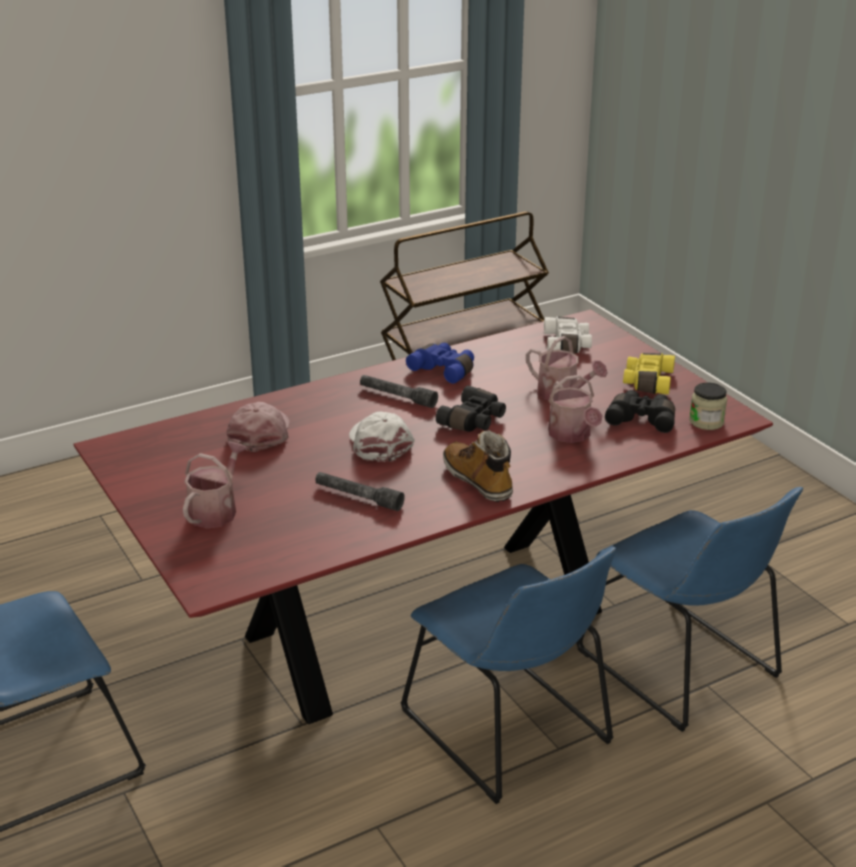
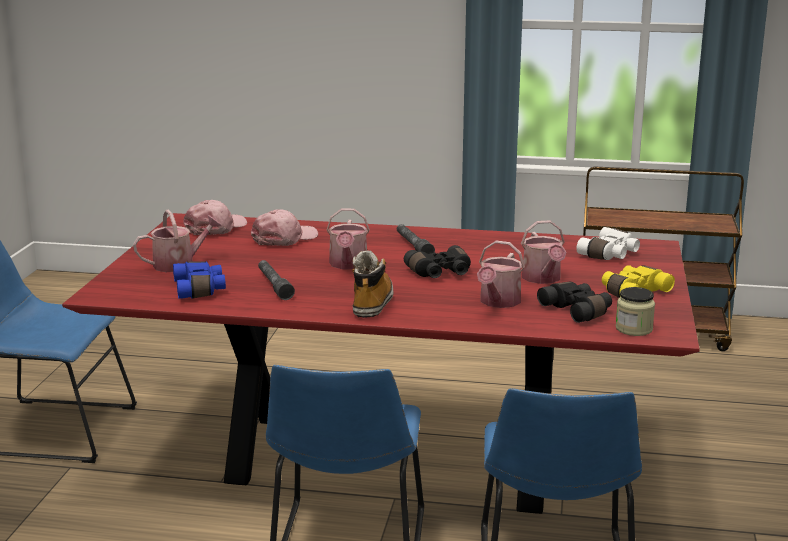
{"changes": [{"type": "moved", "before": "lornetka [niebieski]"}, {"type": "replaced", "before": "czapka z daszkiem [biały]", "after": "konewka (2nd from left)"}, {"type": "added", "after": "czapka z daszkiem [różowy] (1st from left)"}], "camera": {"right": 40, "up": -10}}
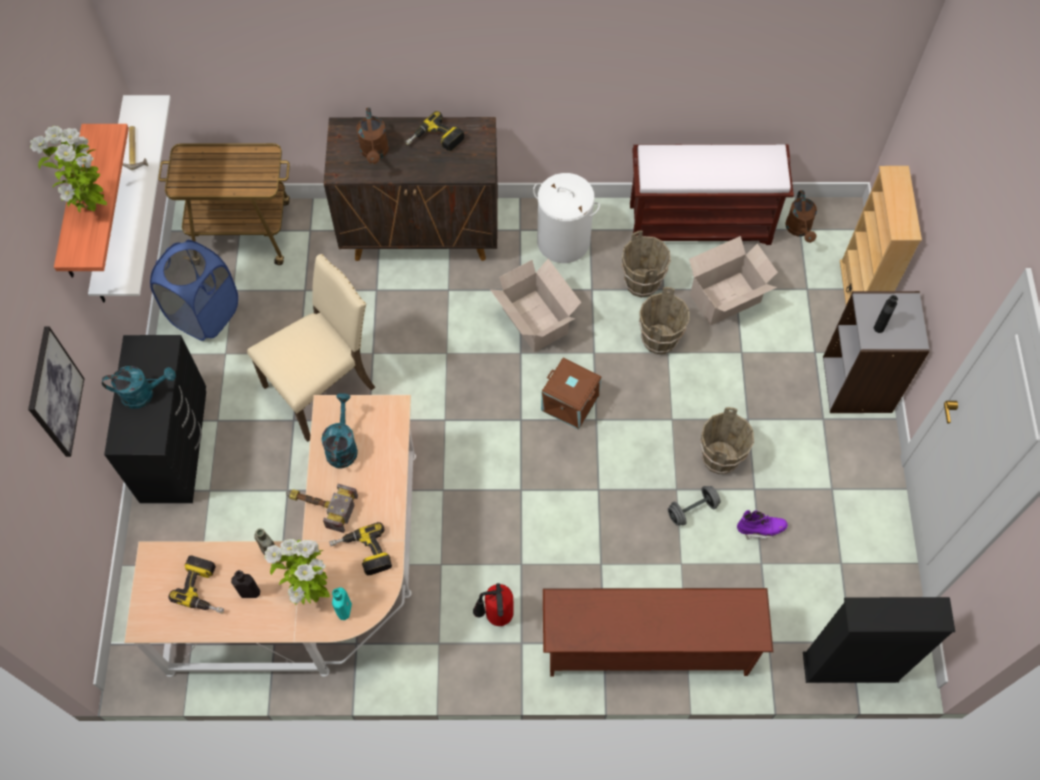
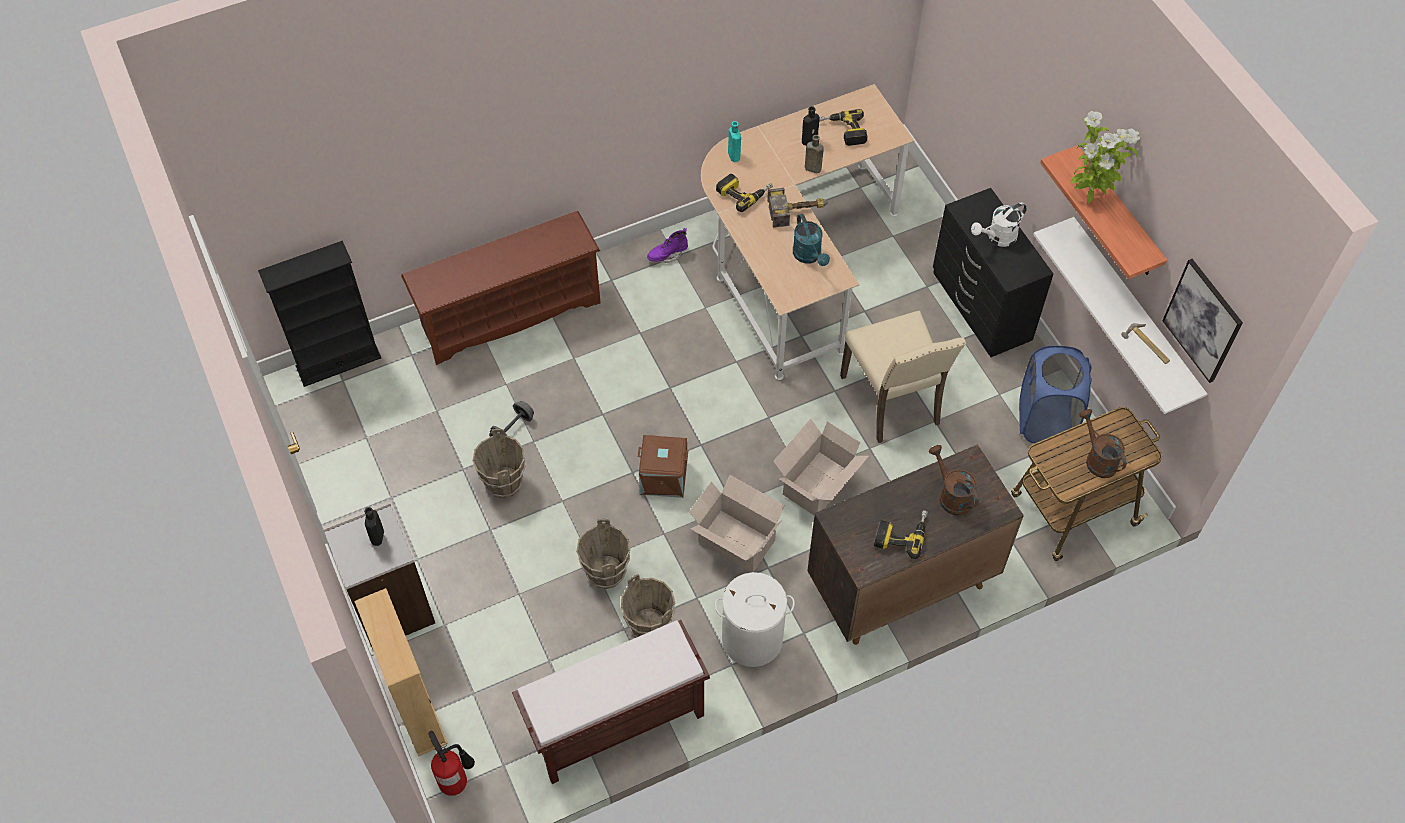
{"changes": [{"type": "moved", "before": "konewka [brązowy] (2nd from left)"}, {"type": "moved", "before": "karton (2nd from left)"}, {"type": "turned", "before": "krzesło [beżowy]", "turn": -45}, {"type": "moved", "before": "obraz"}, {"type": "recoloured", "before": "konewka [turkusowy] (1st from left)", "after": "konewka [biały]"}, {"type": "moved", "before": "but z cholewką [fioletowy]"}, {"type": "removed", "before": "roślina doniczkowa (2nd from left)"}, {"type": "moved", "before": "gaśnica"}], "camera": {"right": 155, "up": -5}}
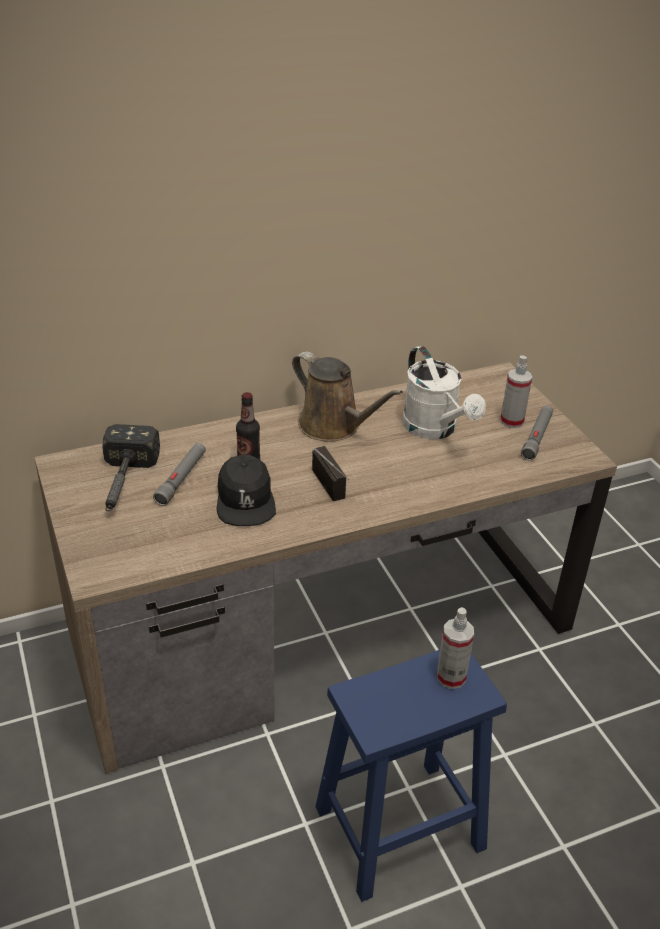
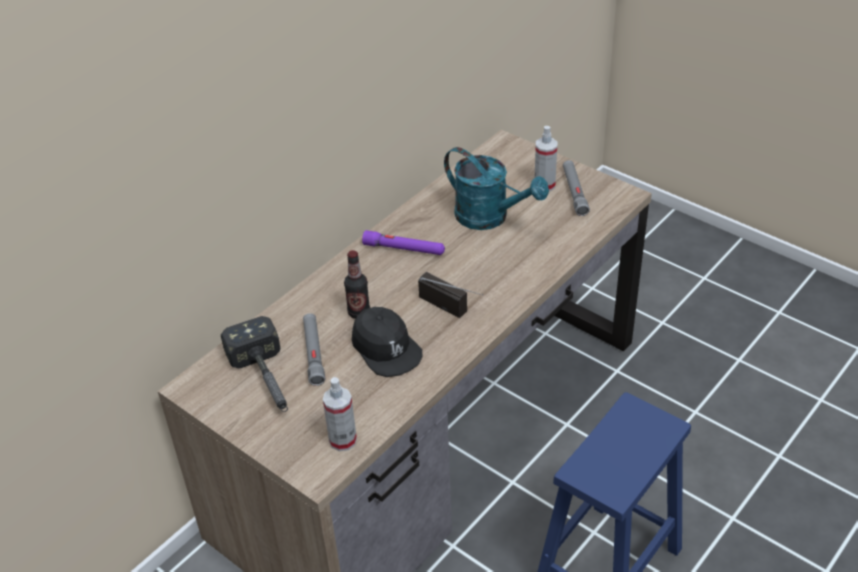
{"changes": [{"type": "recoloured", "before": "konewka [biały]", "after": "konewka [turkusowy]"}, {"type": "replaced", "before": "konewka [brązowy]", "after": "latarka [fioletowy]"}, {"type": "moved", "before": "spryskiwacz (1st from left)"}], "camera": {"right": -25, "up": 5}}
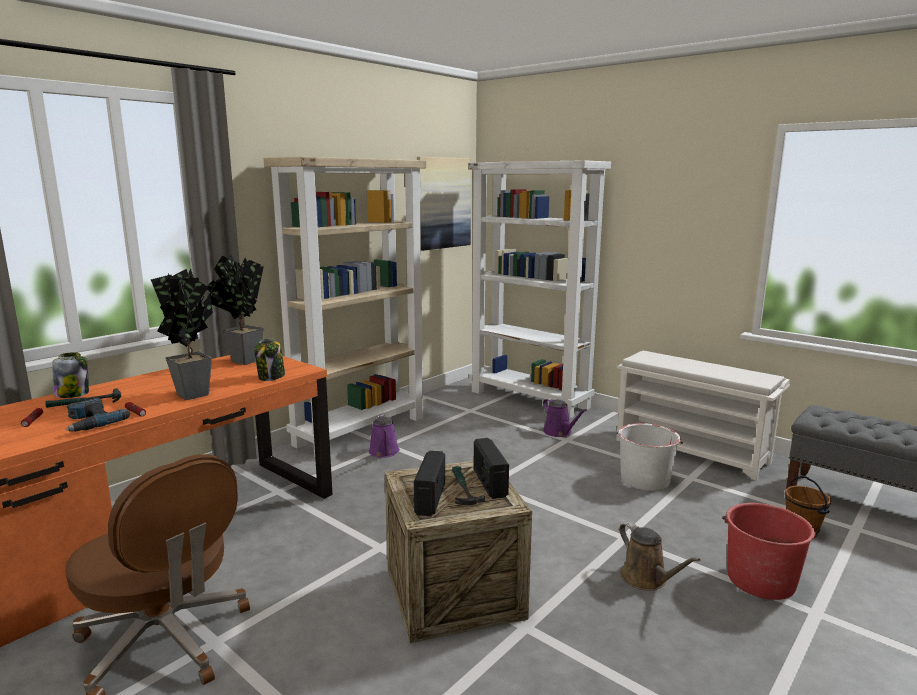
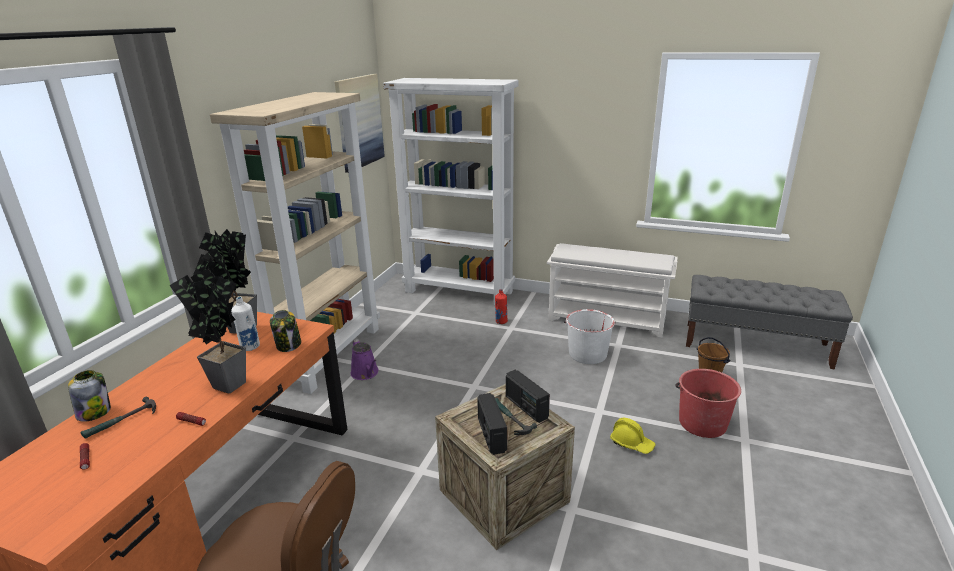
{"changes": [{"type": "removed", "before": "wiertarka"}, {"type": "replaced", "before": "konewka [fioletowy] (2nd from left)", "after": "butelka [czerwony]"}, {"type": "replaced", "before": "konewka [brązowy]", "after": "kask [żółty]"}, {"type": "added", "after": "butelka [biały]"}], "camera": {"right": -20, "up": 10}}
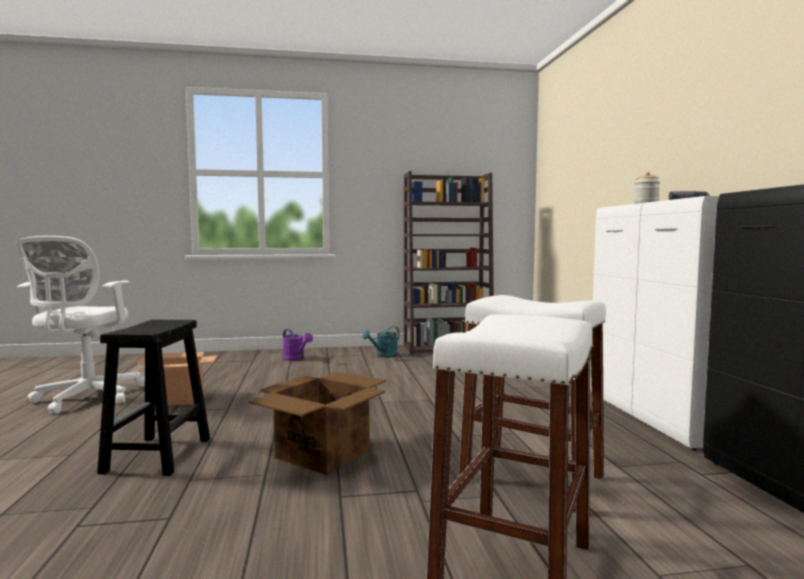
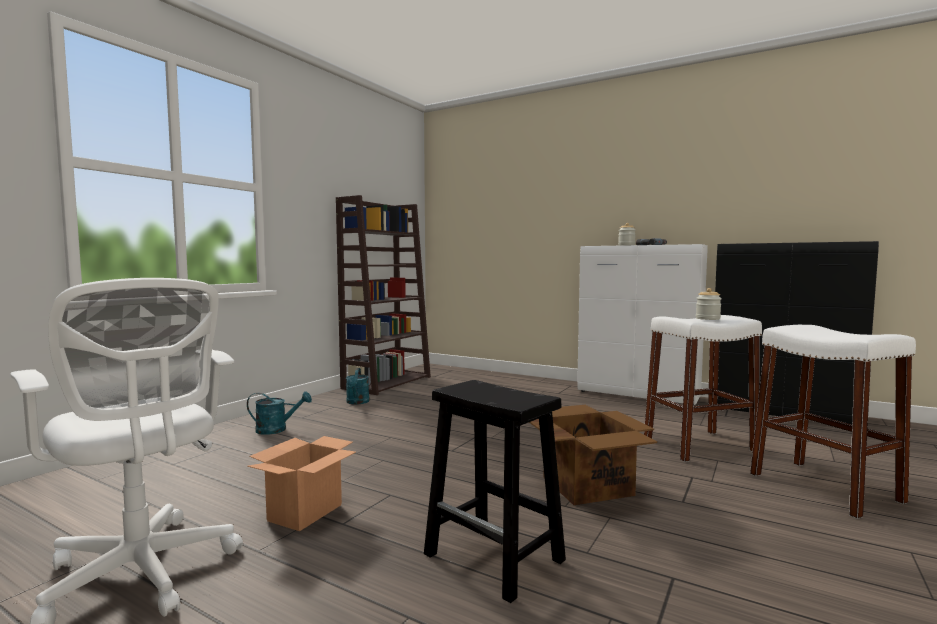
{"changes": [{"type": "recoloured", "before": "konewka [fioletowy]", "after": "konewka [turkusowy] (1st from left)"}, {"type": "added", "after": "słoik (2nd from left)"}], "camera": {"right": -50, "up": 0}}
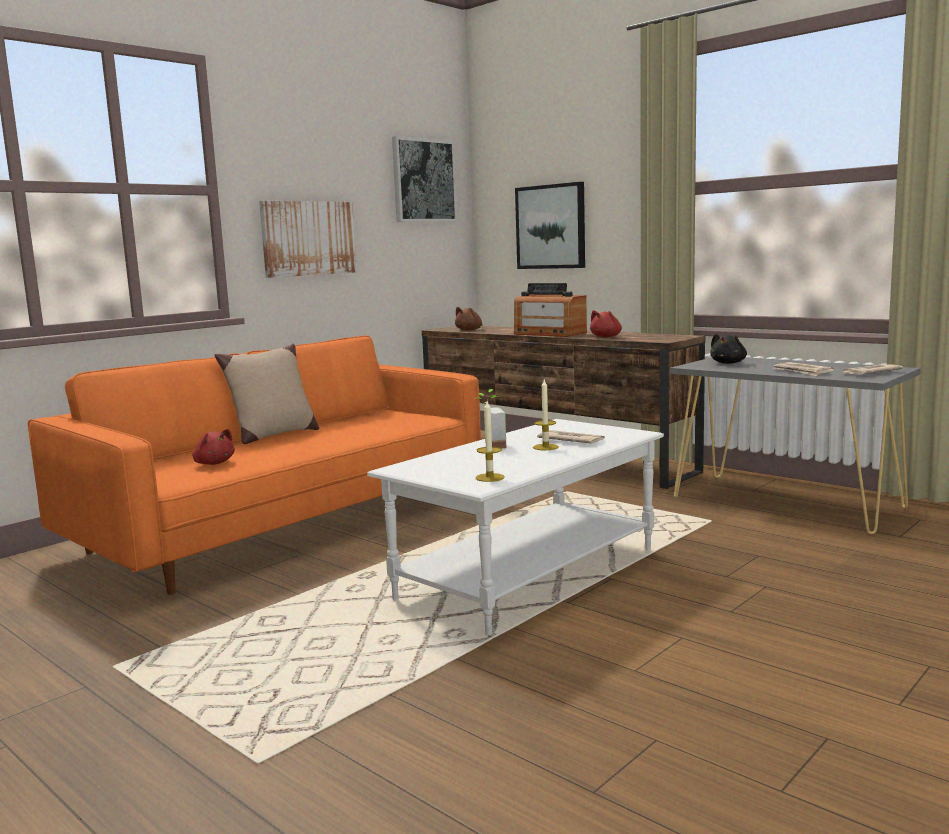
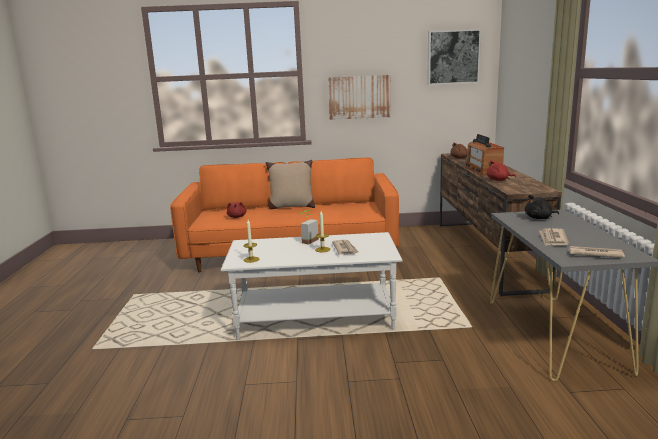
{"changes": [{"type": "removed", "before": "obraz (3rd from left)"}], "camera": {"right": 45, "up": 5}}
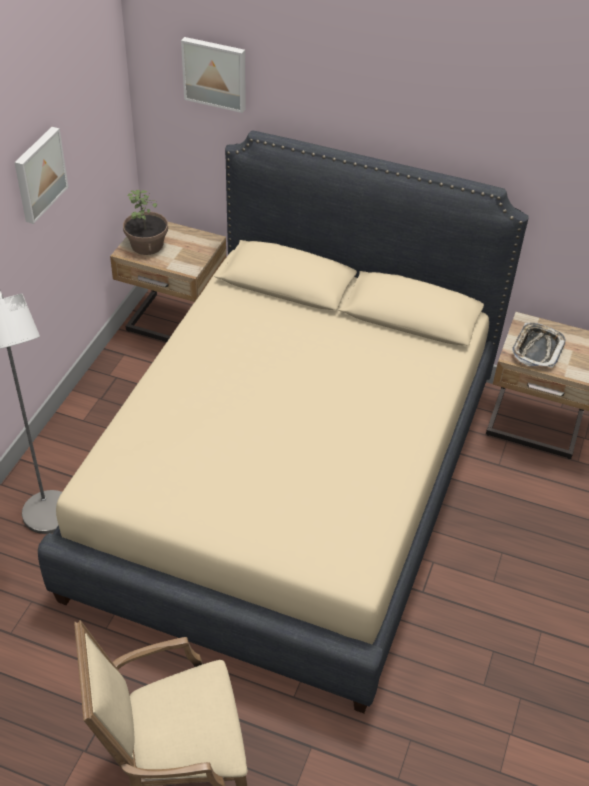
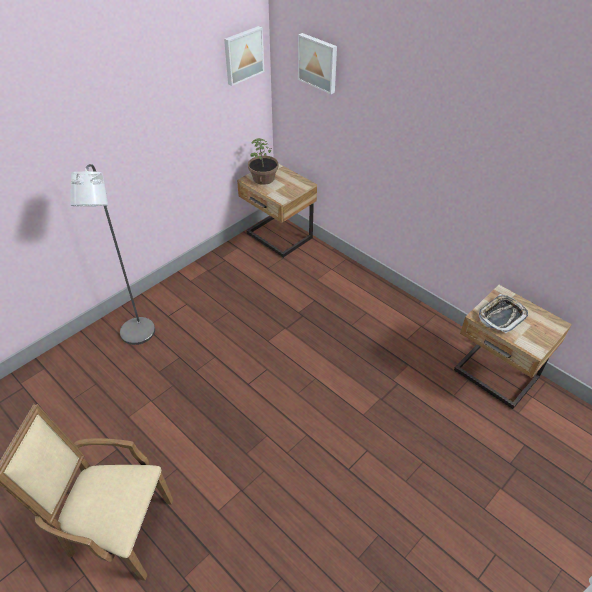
{"changes": [{"type": "moved", "before": "obraz (1st from left)"}, {"type": "removed", "before": "łóżko [beżowy]"}], "camera": {"right": 25, "up": 0}}
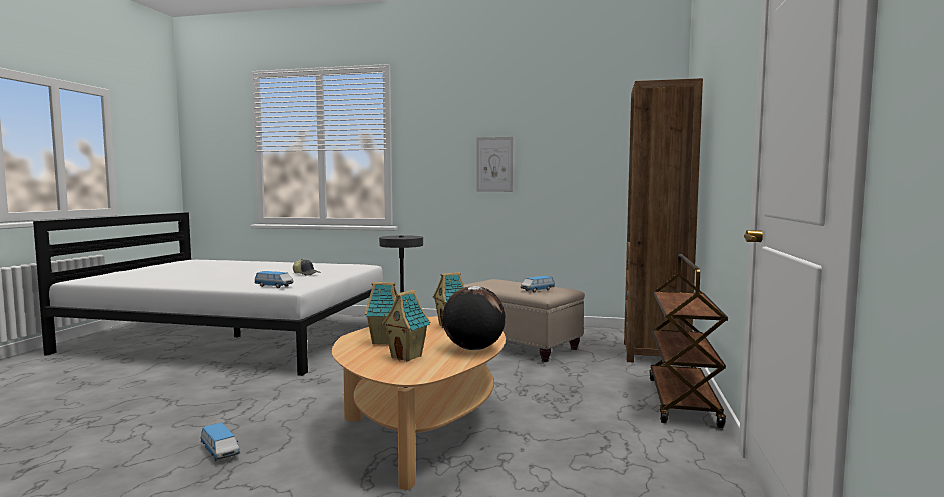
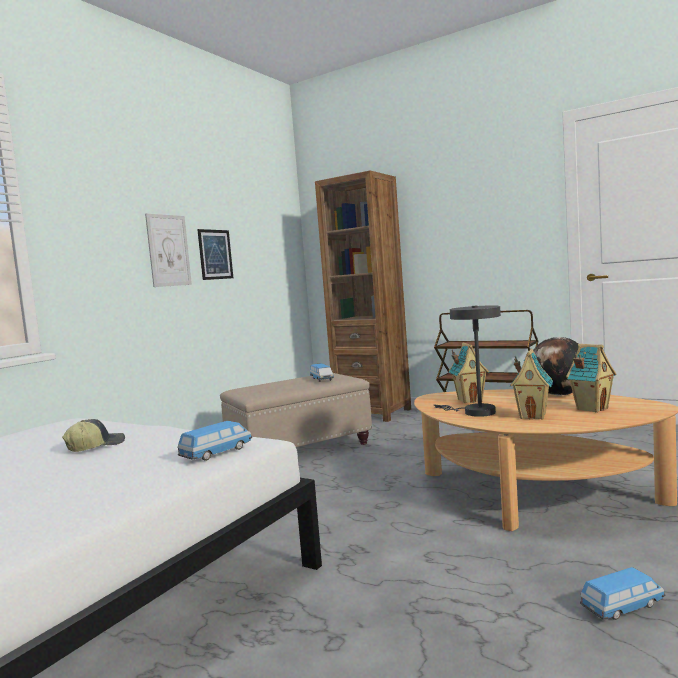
{"changes": [{"type": "added", "after": "obraz (2nd from left)"}], "camera": {"right": -70, "up": 0}}
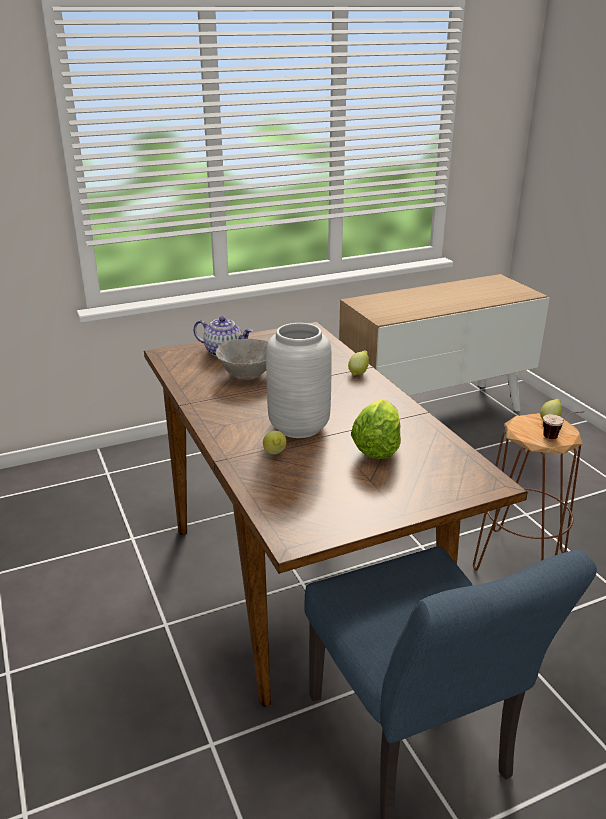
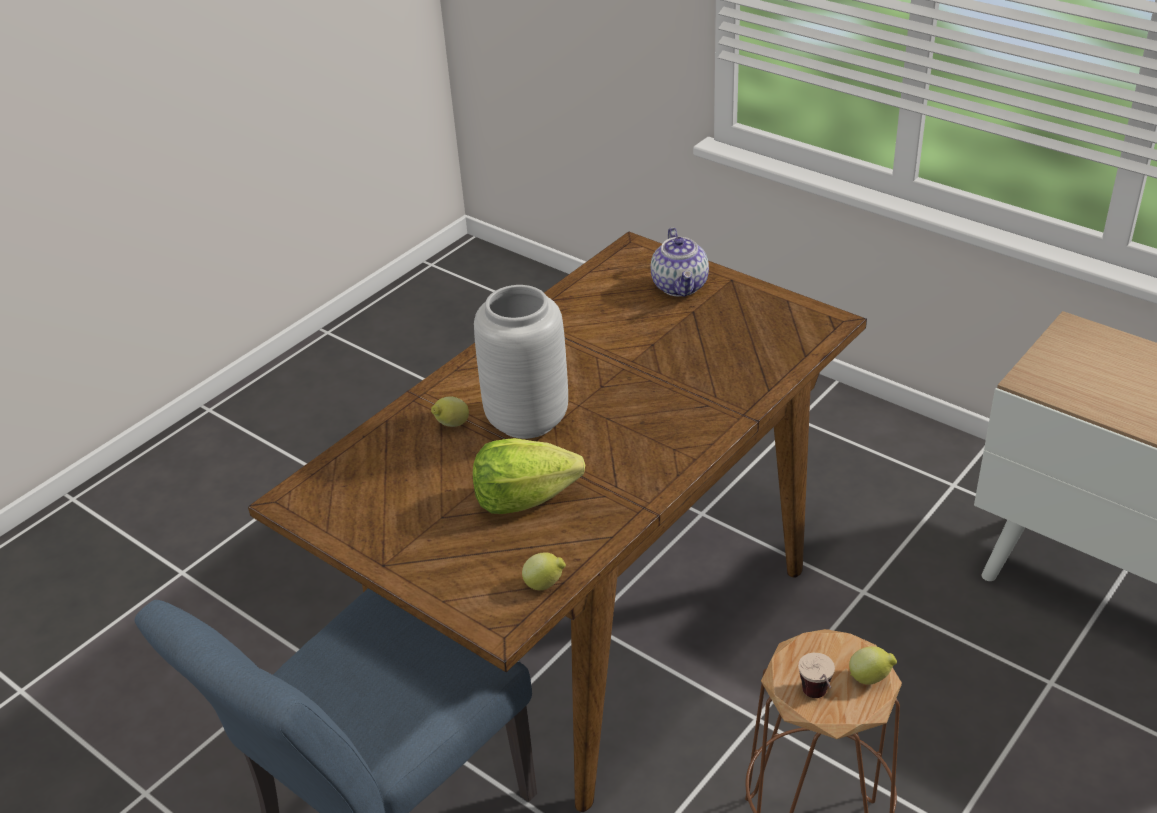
{"changes": [{"type": "removed", "before": "miska [szary]"}, {"type": "moved", "before": "cytryna (2nd from left)"}], "camera": {"right": 65, "up": 10}}
